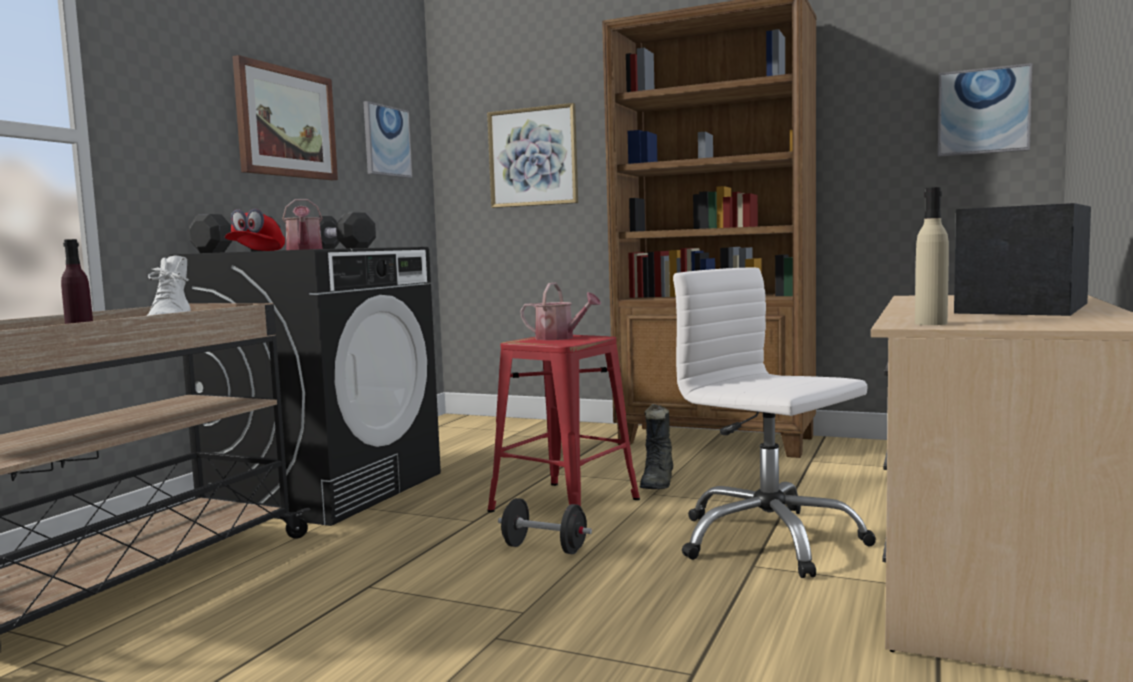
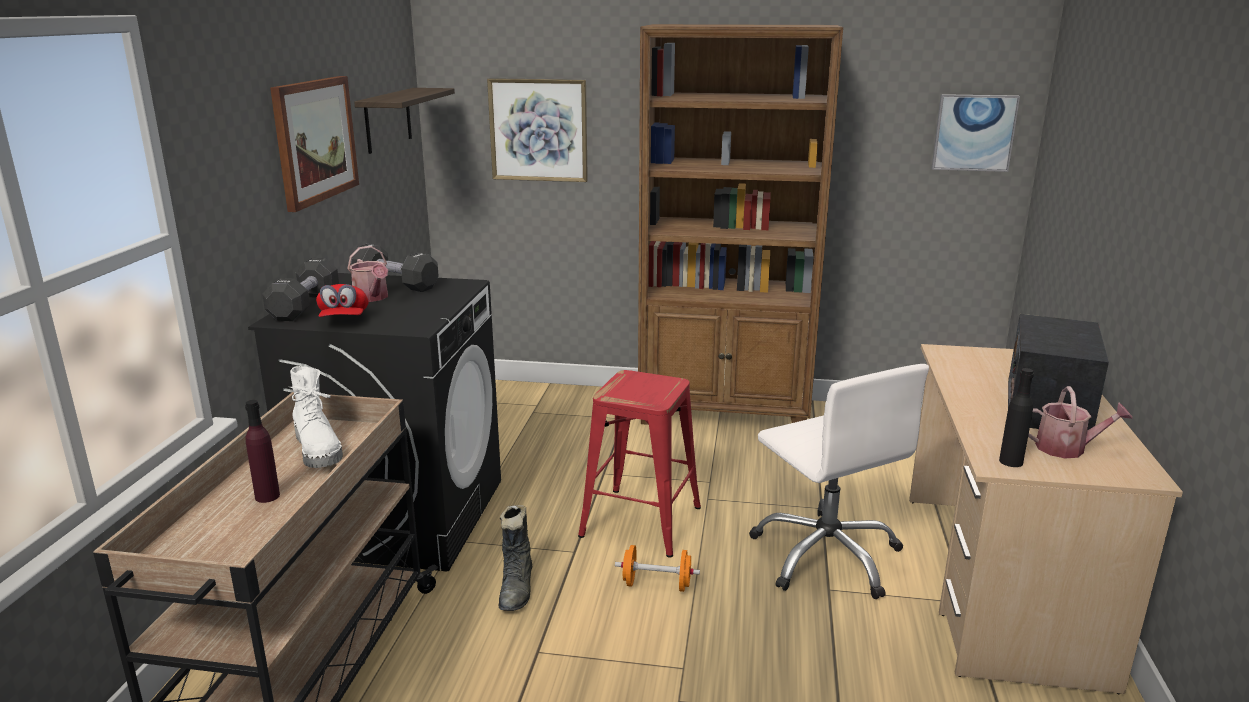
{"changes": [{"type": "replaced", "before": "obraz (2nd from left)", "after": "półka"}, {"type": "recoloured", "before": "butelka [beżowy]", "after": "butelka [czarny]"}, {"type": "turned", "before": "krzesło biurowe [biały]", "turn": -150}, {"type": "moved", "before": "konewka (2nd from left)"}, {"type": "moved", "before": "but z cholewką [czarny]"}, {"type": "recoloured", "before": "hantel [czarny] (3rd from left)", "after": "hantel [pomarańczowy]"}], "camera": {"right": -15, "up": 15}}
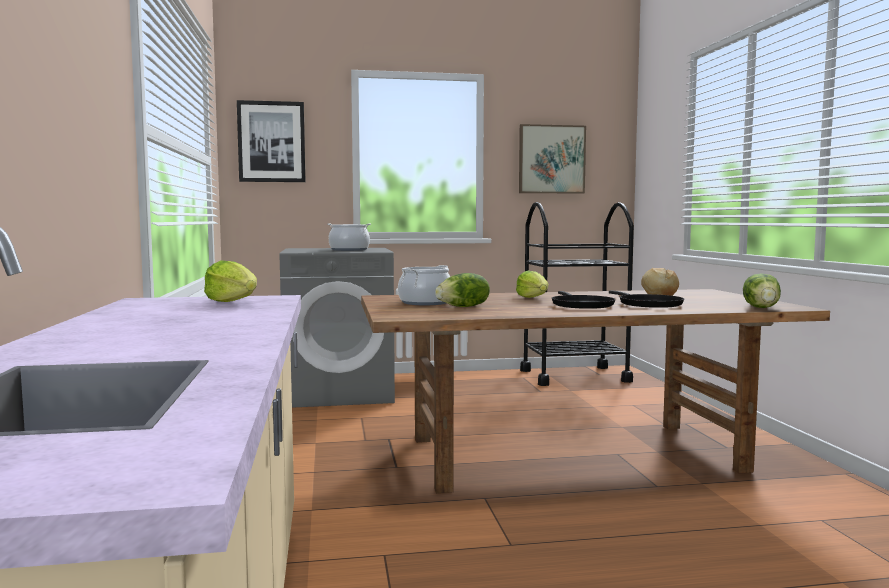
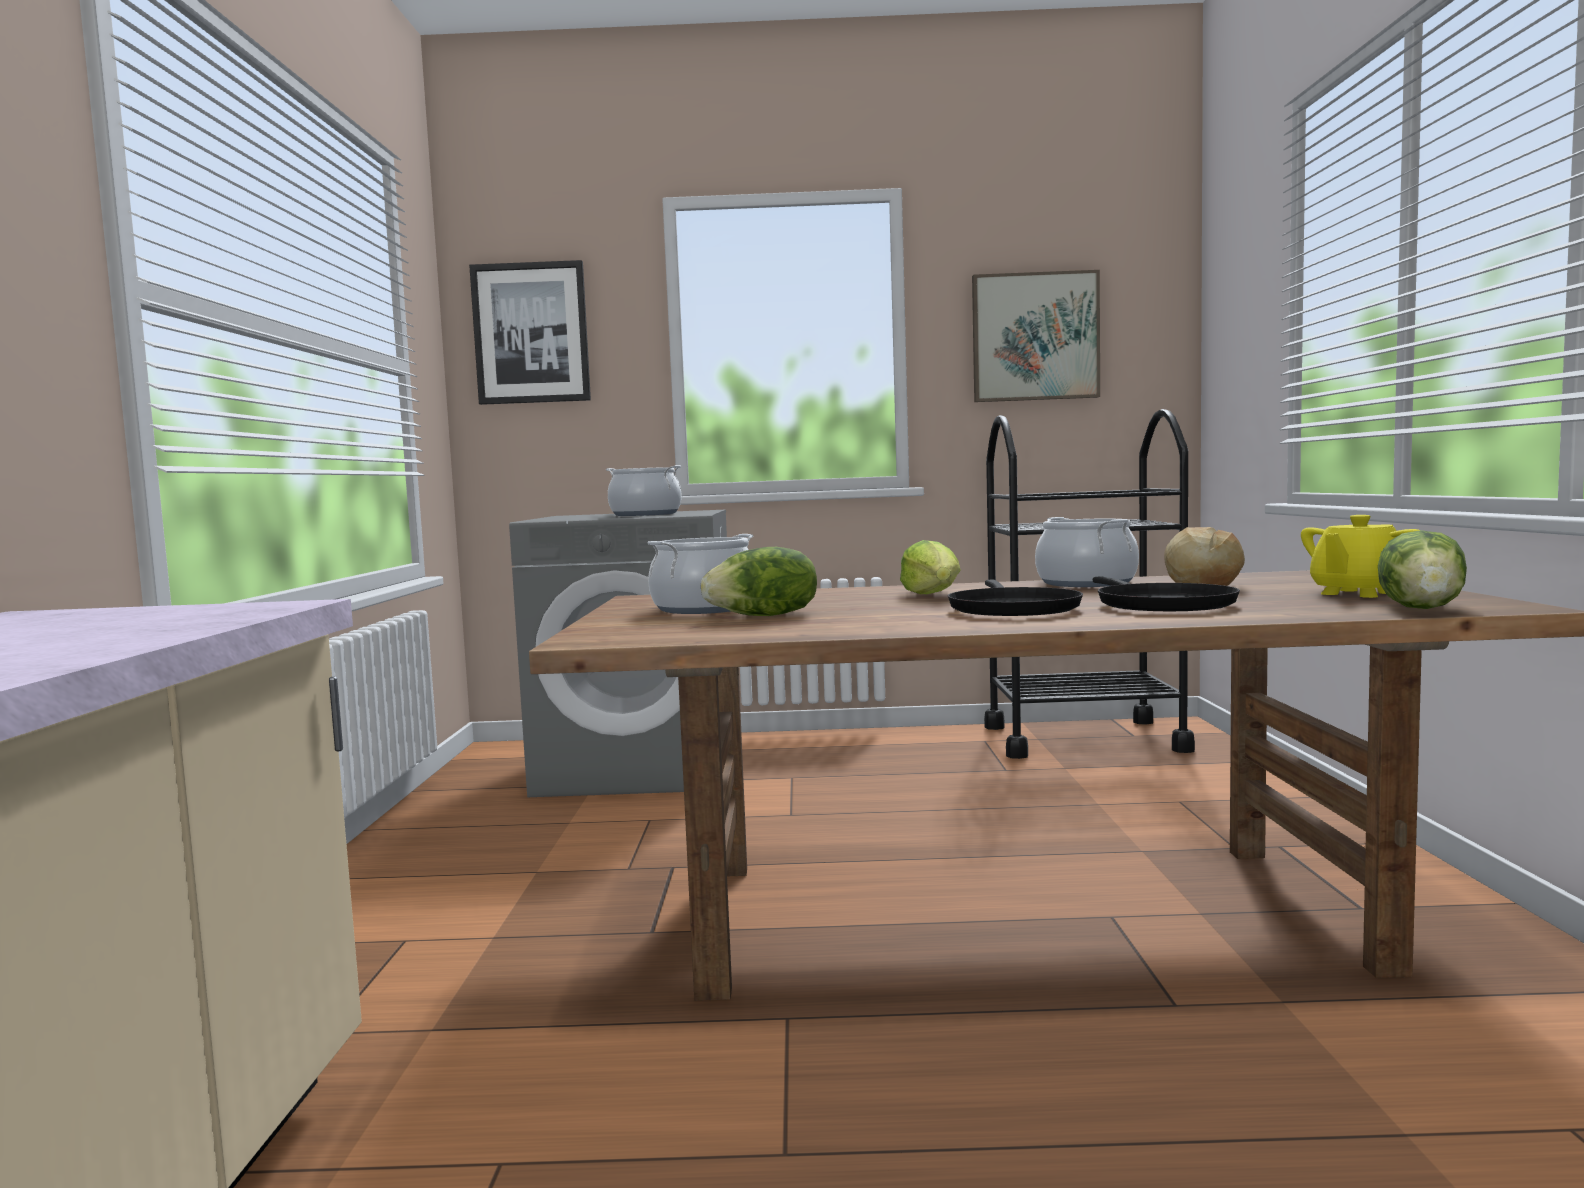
{"changes": [{"type": "removed", "before": "sałata (1st from left)"}, {"type": "added", "after": "imbryk [żółty]"}, {"type": "added", "after": "garnek (3rd from left)"}], "camera": {"right": 10, "up": 0}}
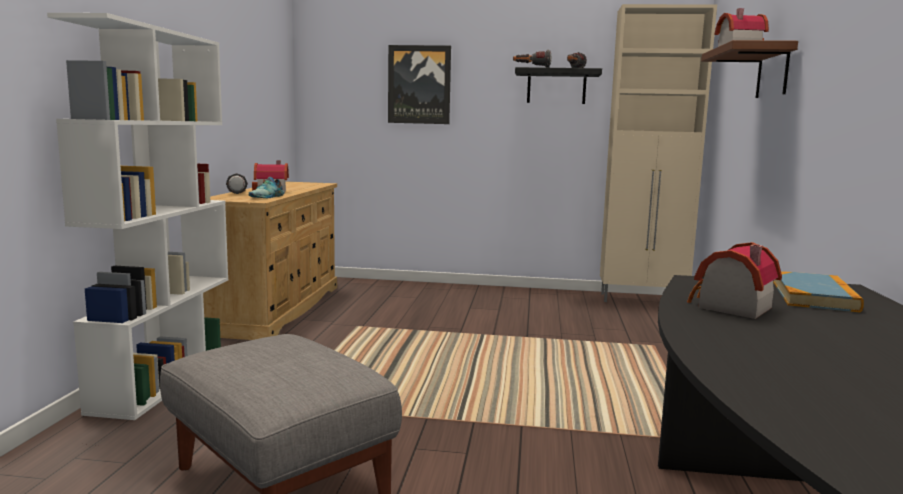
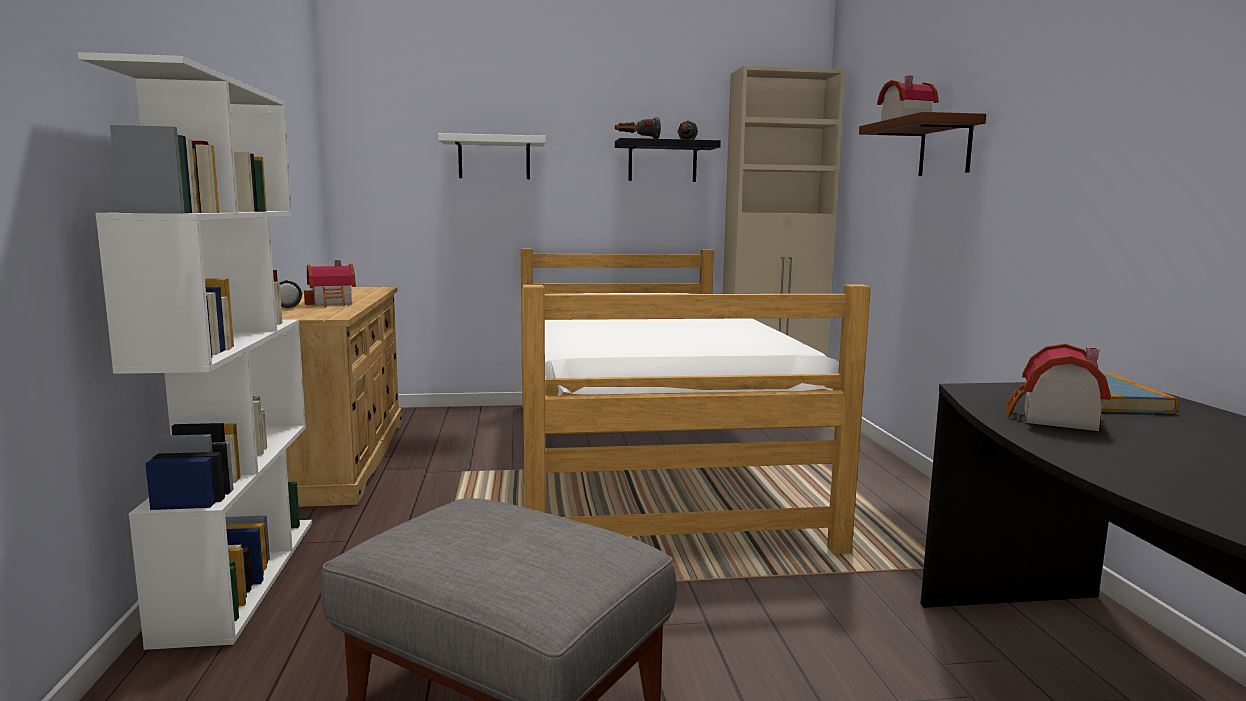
{"changes": [{"type": "replaced", "before": "obraz", "after": "półka [biały]"}, {"type": "removed", "before": "but"}, {"type": "added", "after": "łóżko"}], "camera": {"right": -15, "up": 0}}
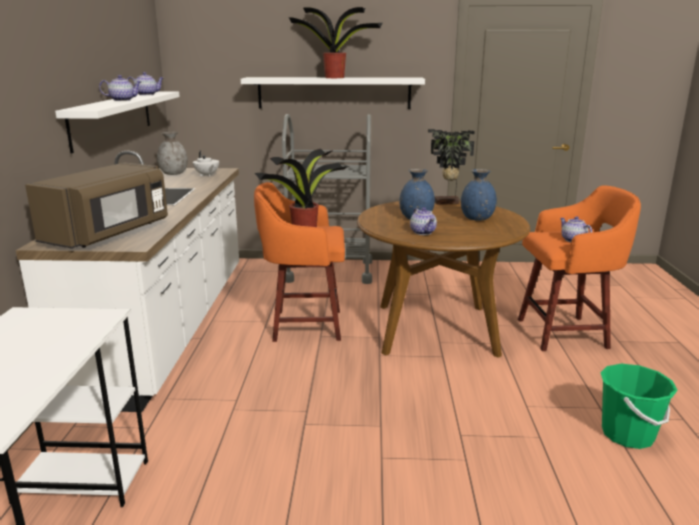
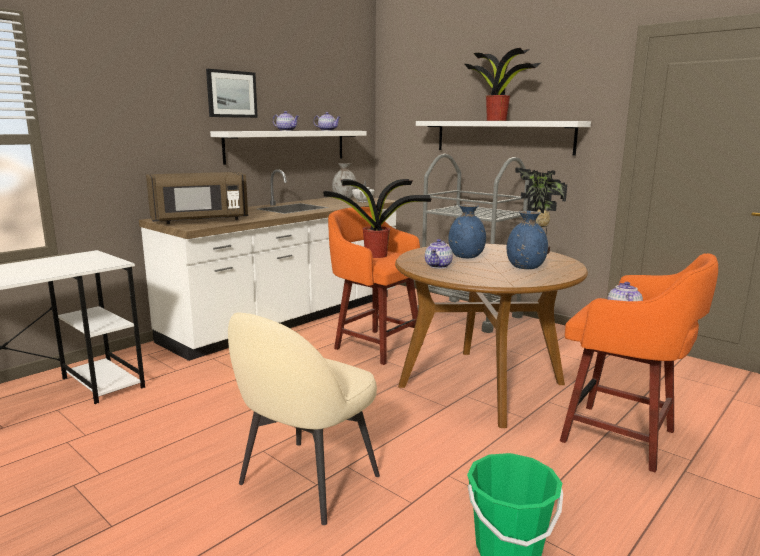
{"changes": [{"type": "added", "after": "obraz"}, {"type": "added", "after": "krzesło [beżowy]"}], "camera": {"right": 40, "up": -5}}
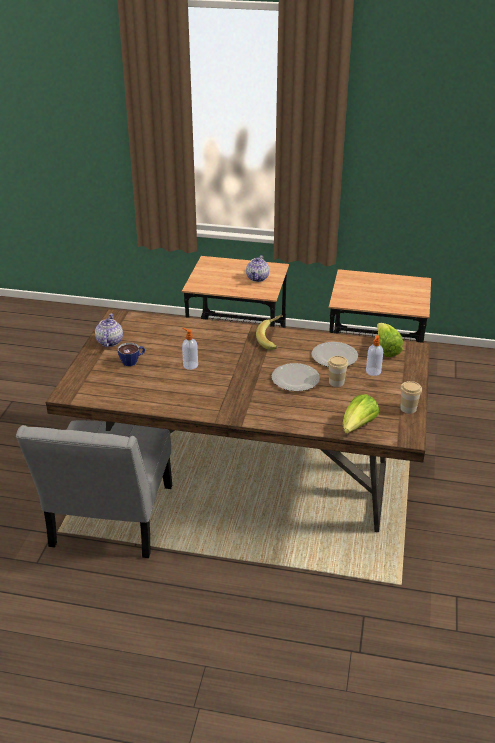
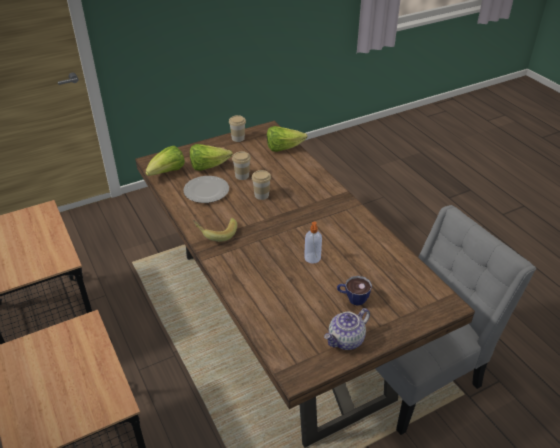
{"changes": [{"type": "removed", "before": "imbryk (2nd from left)"}, {"type": "replaced", "before": "dozownik mydła (2nd from left)", "after": "sałata (2nd from left)"}, {"type": "replaced", "before": "talerz (1st from left)", "after": "filiżanka (3rd from left)"}], "camera": {"right": -130, "up": 5}}
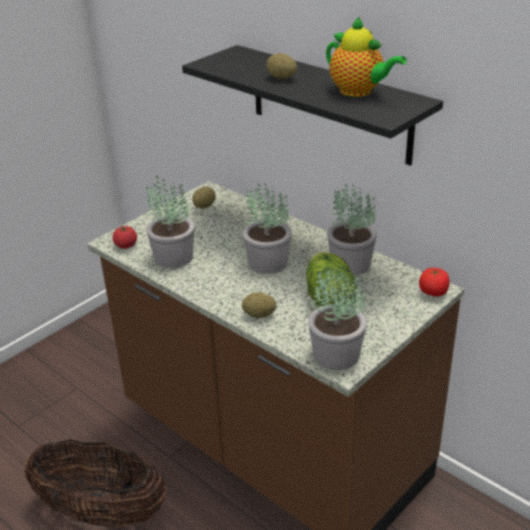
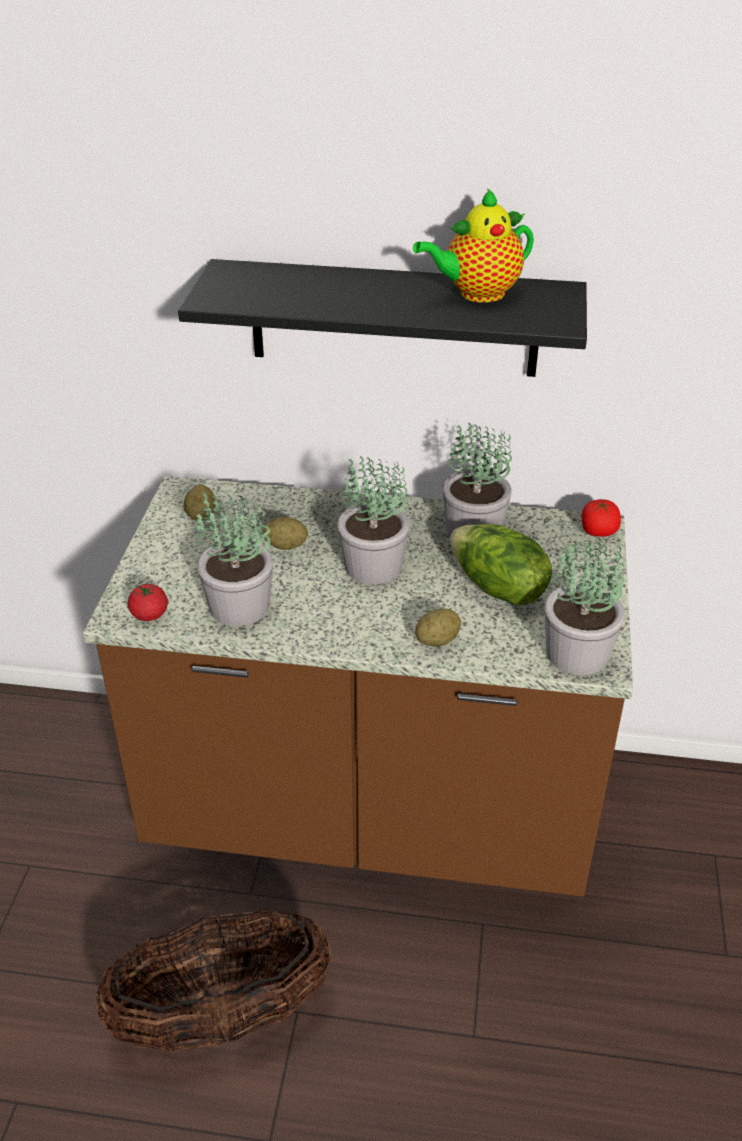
{"changes": [{"type": "turned", "before": "imbryk", "turn": 150}, {"type": "moved", "before": "ziemniak (3rd from left in the first image)", "after": "ziemniak (2nd from left)"}], "camera": {"right": -35, "up": 5}}
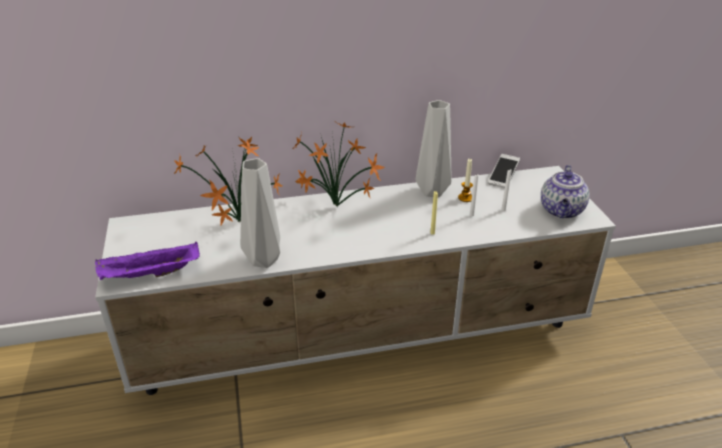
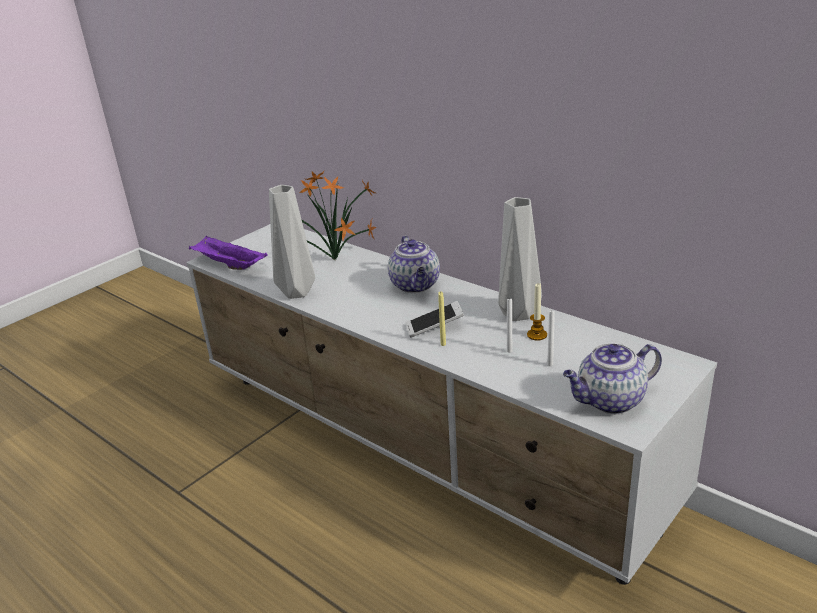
{"changes": [{"type": "replaced", "before": "roślina doniczkowa (2nd from left)", "after": "imbryk (1st from left)"}, {"type": "moved", "before": "telefon"}], "camera": {"right": 55, "up": -5}}
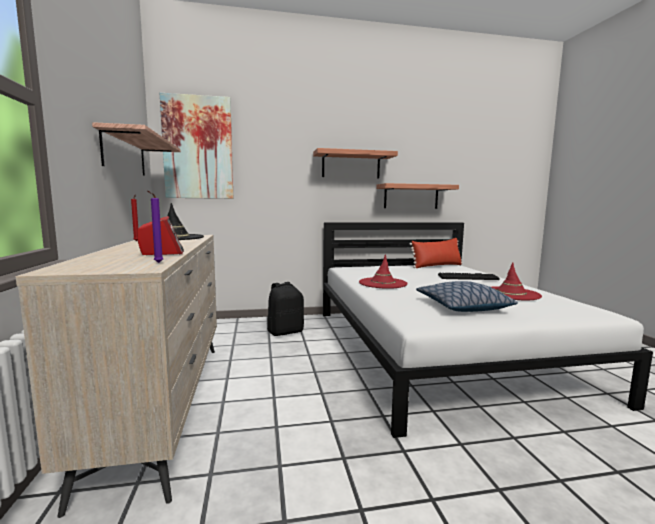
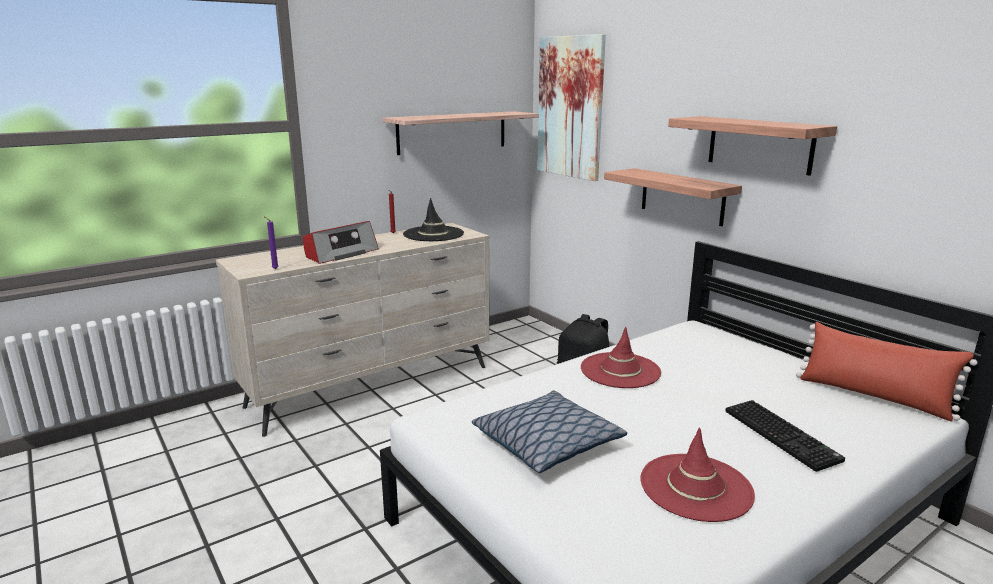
{"changes": [{"type": "moved", "before": "półka (3rd from left in the first image)", "after": "półka (2nd from left)"}], "camera": {"right": 65, "up": 10}}
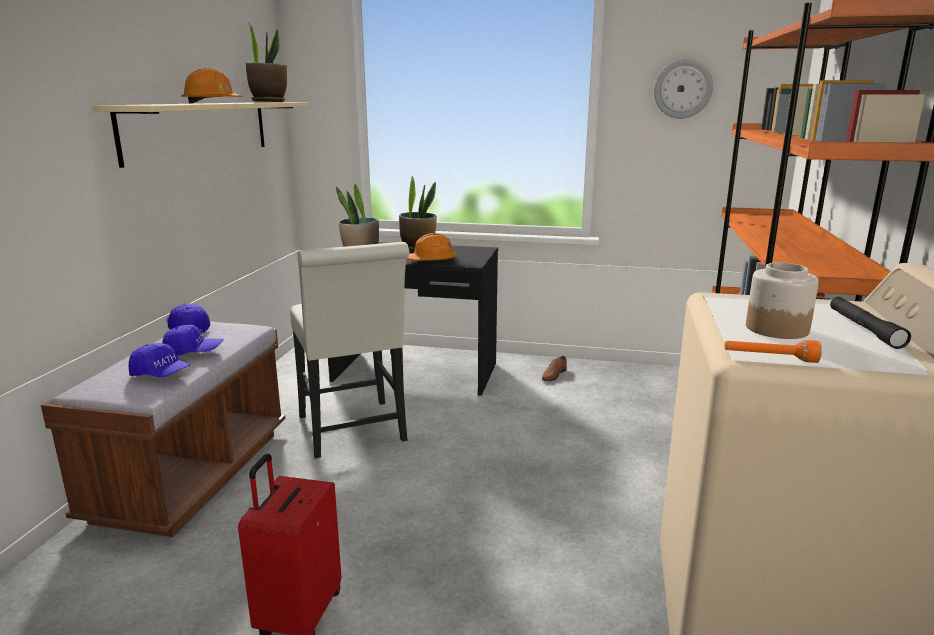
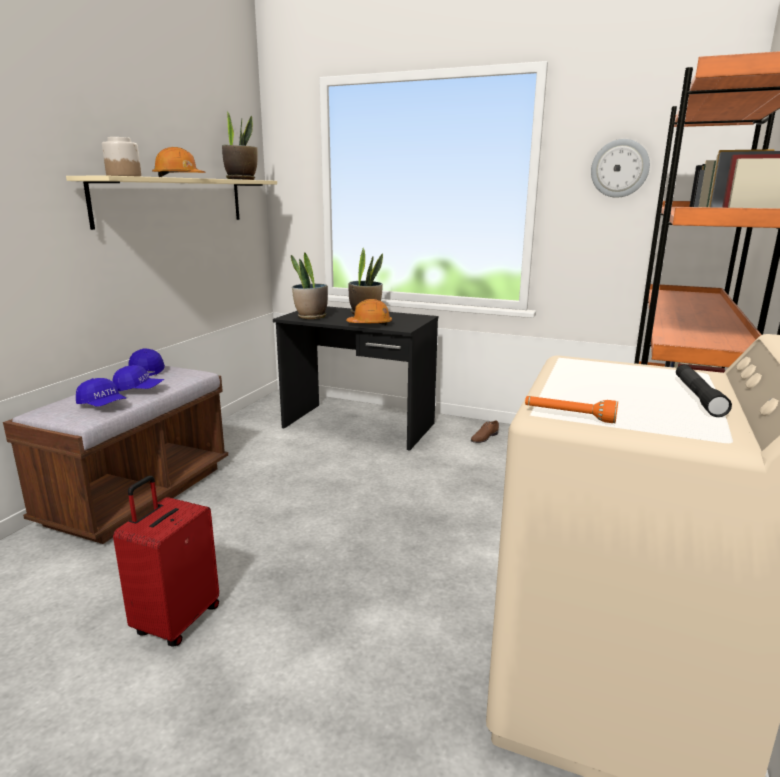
{"changes": [{"type": "removed", "before": "krzesło [biały]"}, {"type": "moved", "before": "słoik"}], "camera": {"right": 10, "up": 0}}
